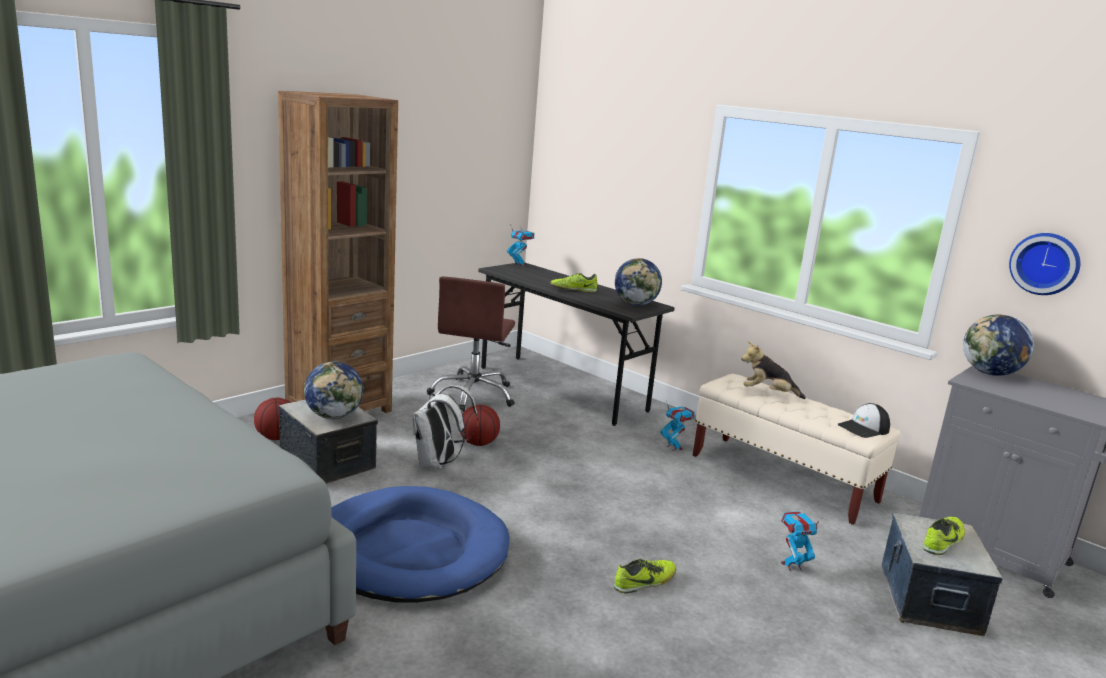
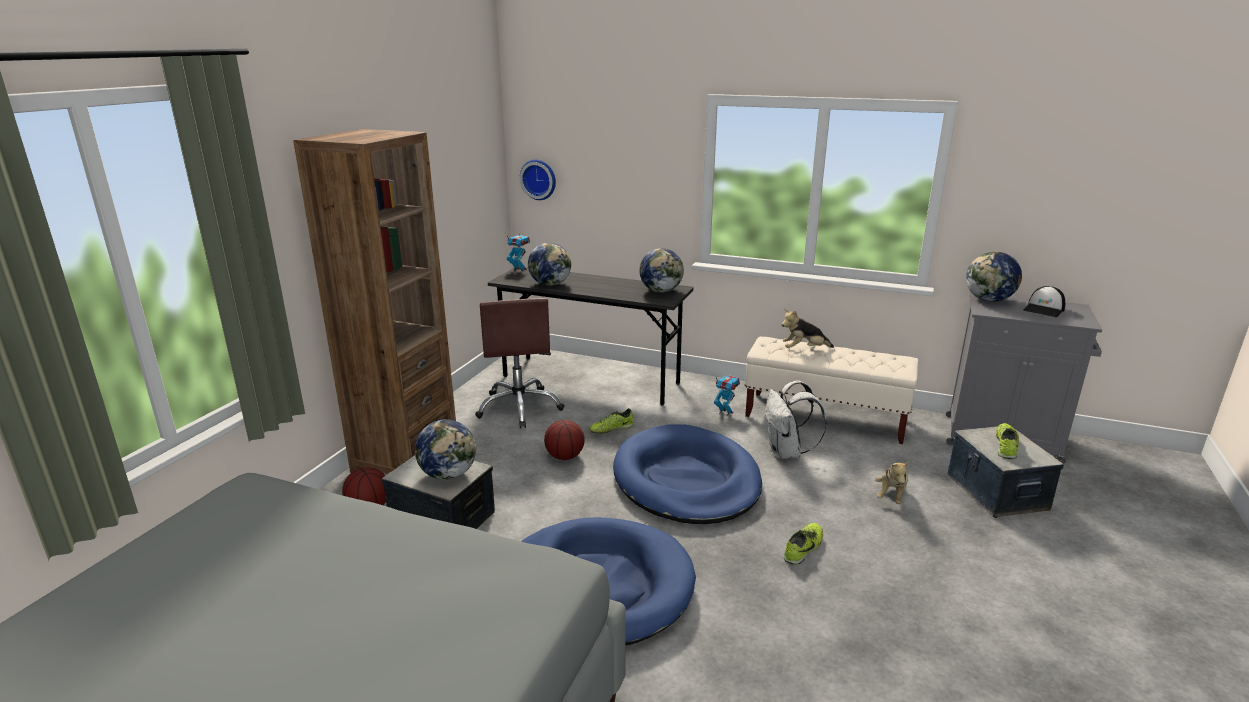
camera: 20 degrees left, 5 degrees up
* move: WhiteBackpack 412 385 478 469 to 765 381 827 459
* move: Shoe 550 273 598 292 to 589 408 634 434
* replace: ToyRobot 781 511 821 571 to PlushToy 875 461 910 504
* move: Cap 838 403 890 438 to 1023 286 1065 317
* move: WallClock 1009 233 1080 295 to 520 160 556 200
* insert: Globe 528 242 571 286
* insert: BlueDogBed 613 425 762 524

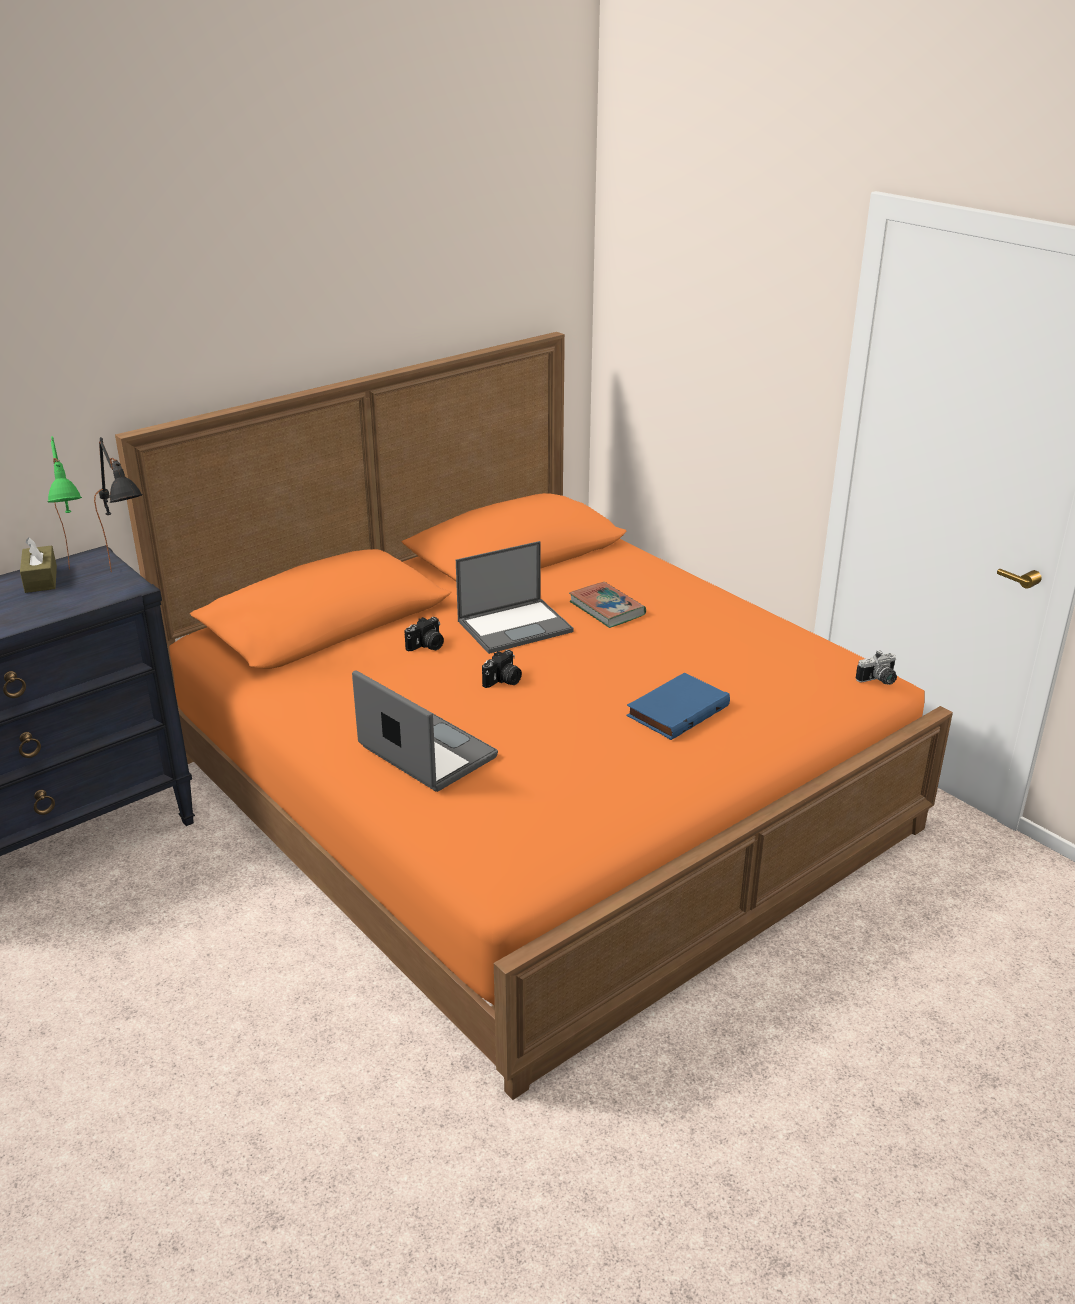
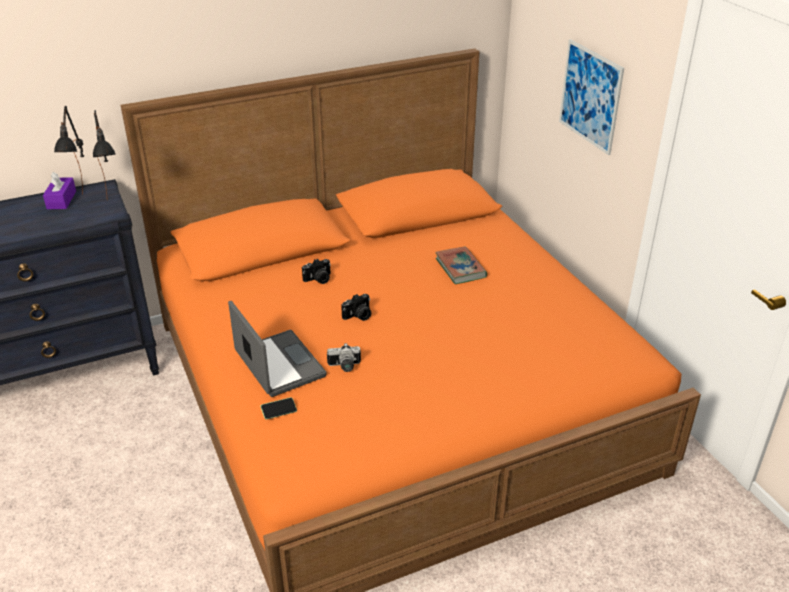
camera: 15 degrees right, 5 degrees up
* recolor: BrownTissueBox 20 537 57 593 to PurpleTissueBox 43 172 76 209
* recolor: GreenTableLamp 48 436 82 570 to BlackTableLamp 54 106 84 195
* delete: Laptop 456 541 574 654
* delete: BlueBook 627 672 730 740
* move: PhotoCamera 856 650 897 685 to 327 343 361 372
* insert: Phone 260 397 297 419
* insert: Picture 559 39 624 155

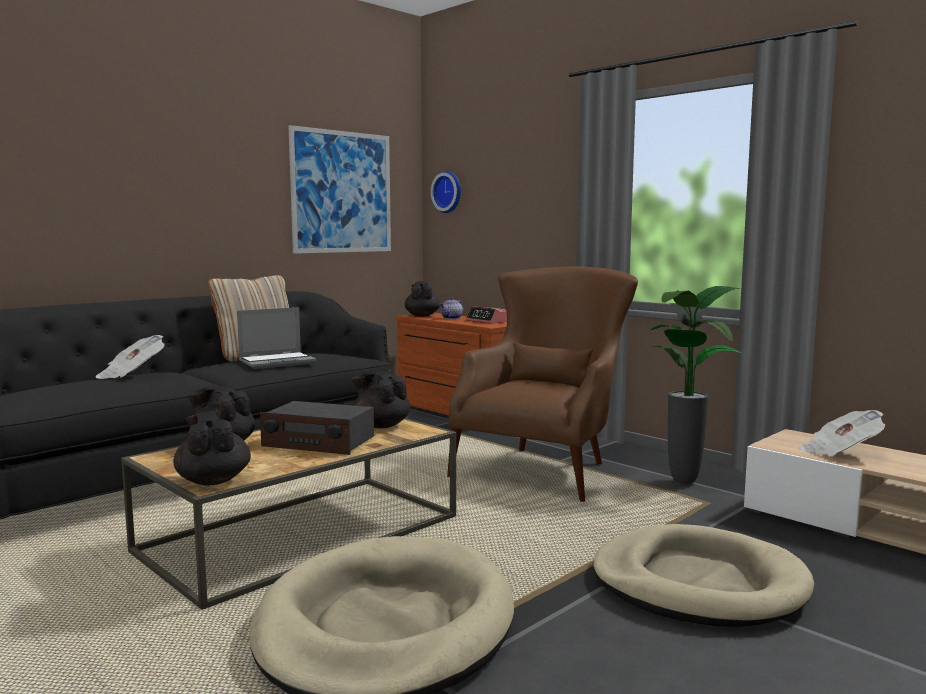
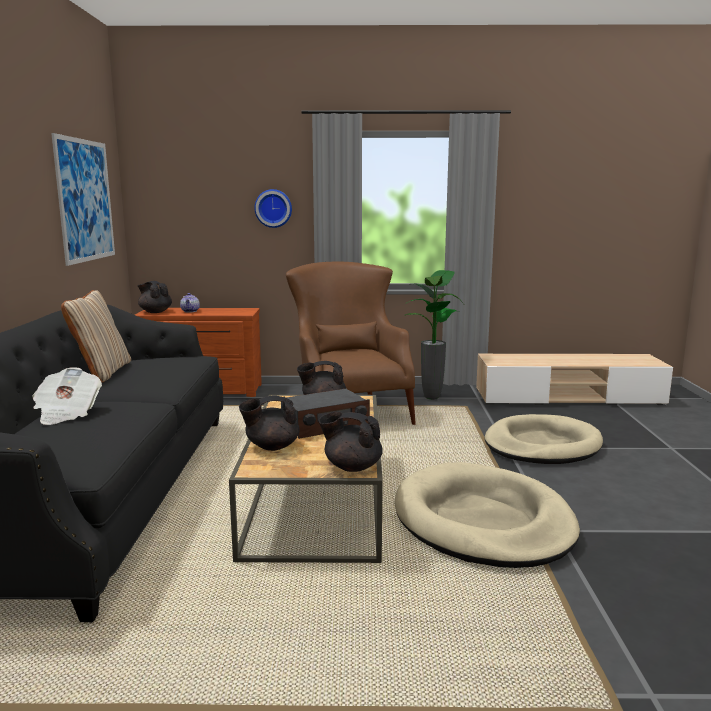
camera: 45 degrees left, 5 degrees up
* delete: Laptop 237 307 317 369
* move: WallClock 431 171 461 213 to 254 189 292 228
* delete: AlarmClock 466 306 507 324
* delete: Newspaper 800 410 885 456

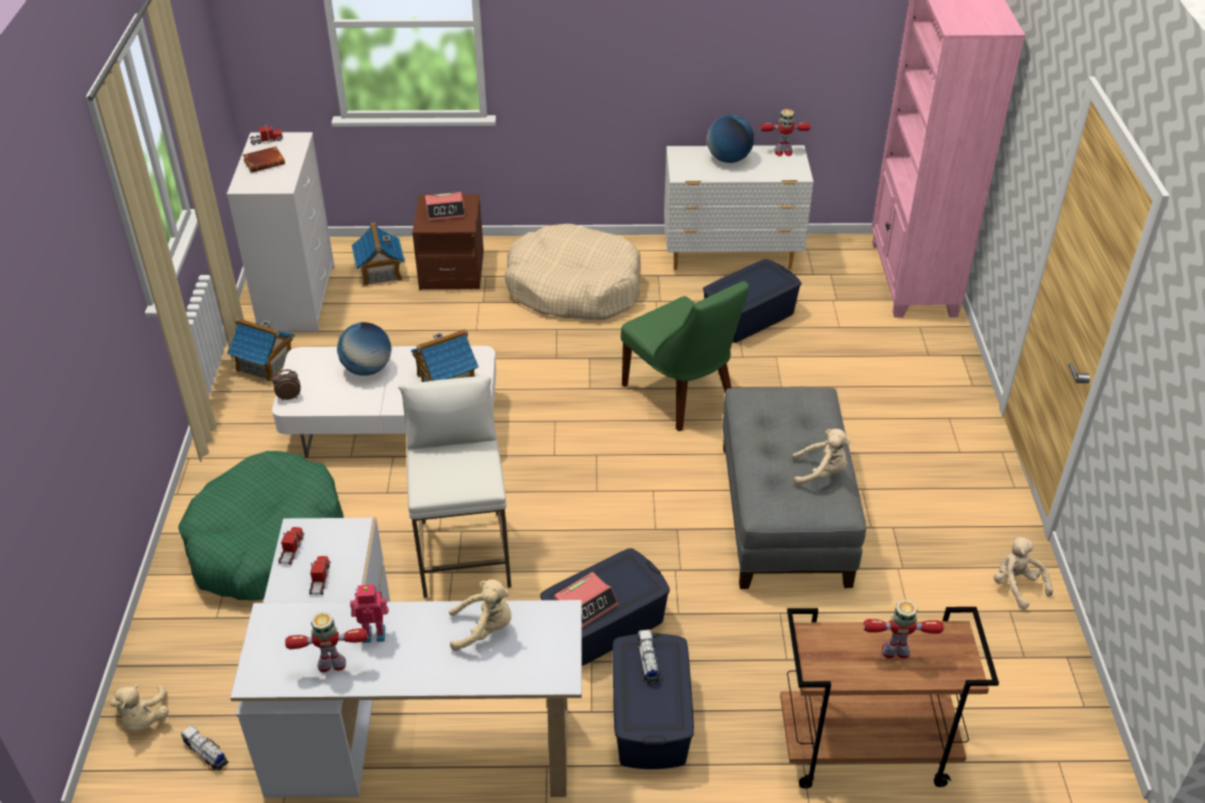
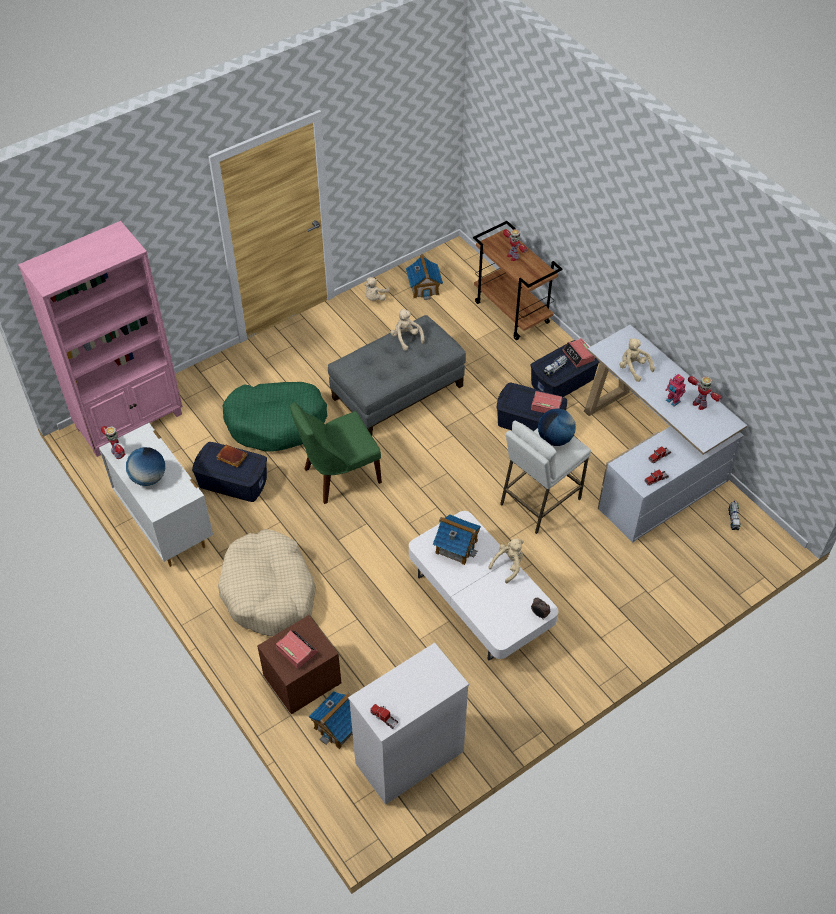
camera: 125 degrees left, 10 degrees up
* move: BeigePlushToy 110 684 169 732 to 489 539 524 583
* move: GreenDogBed 178 451 344 600 to 222 382 328 452
* move: ToyHouse 227 318 295 382 to 406 255 443 300
* move: BrownBook 243 146 285 173 to 216 445 247 468
* move: Globe 337 322 391 376 to 538 409 576 446
* rotate: GreenChair 621 281 749 431 = 290 402 382 504 135 degrees counterclockwise
* insert: AlarmClock 562 338 595 367

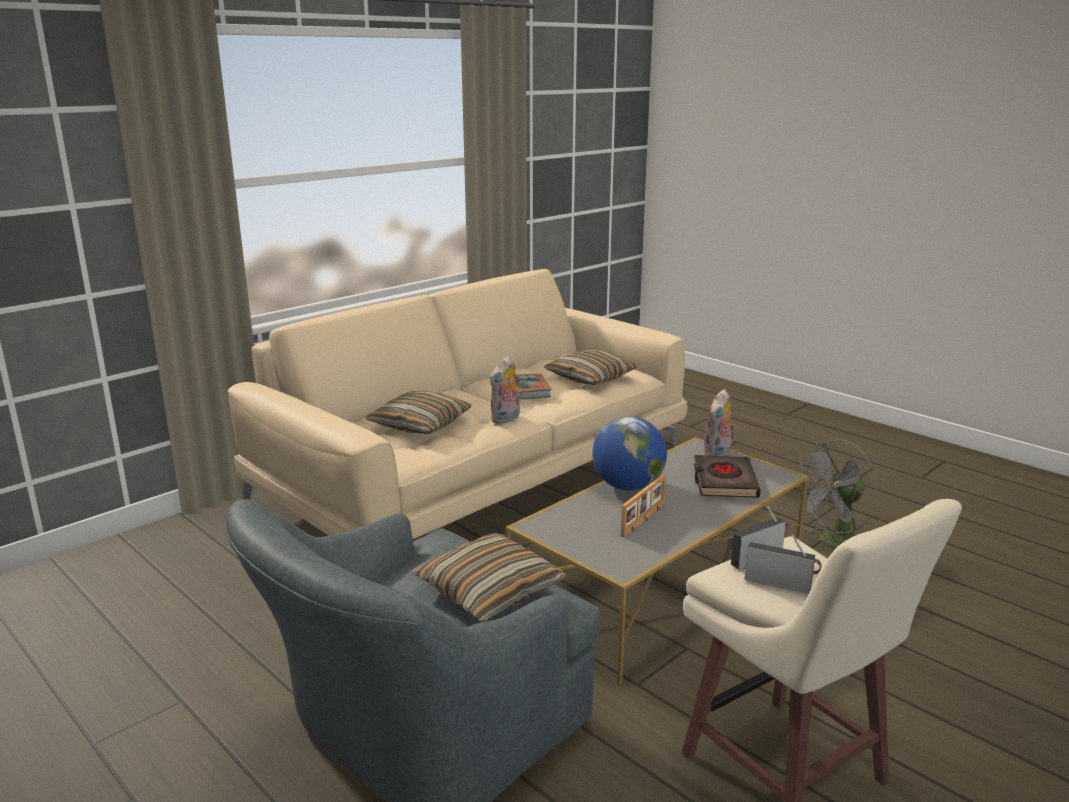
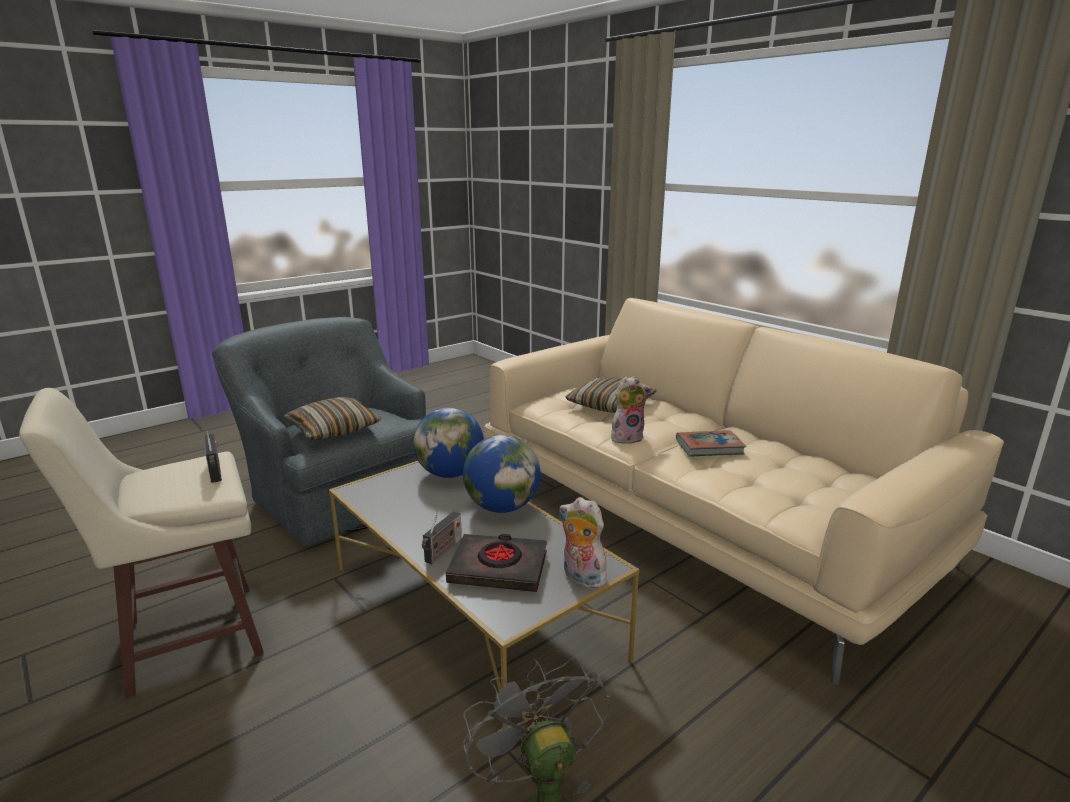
camera: 95 degrees right, 0 degrees up
* rotate: PlushToy 490 356 520 424 = 611 376 651 445 120 degrees clockwise
* delete: Pillow 544 349 638 385
* delete: PictureFrame 621 474 666 537
* move: Radio 745 534 822 594 to 422 511 462 564
* insert: Globe 413 408 484 478

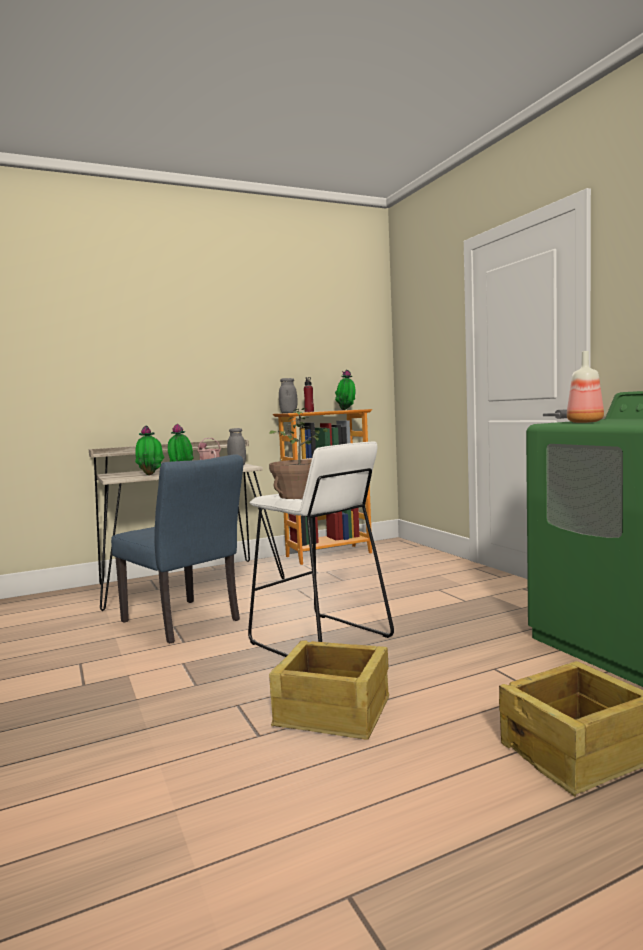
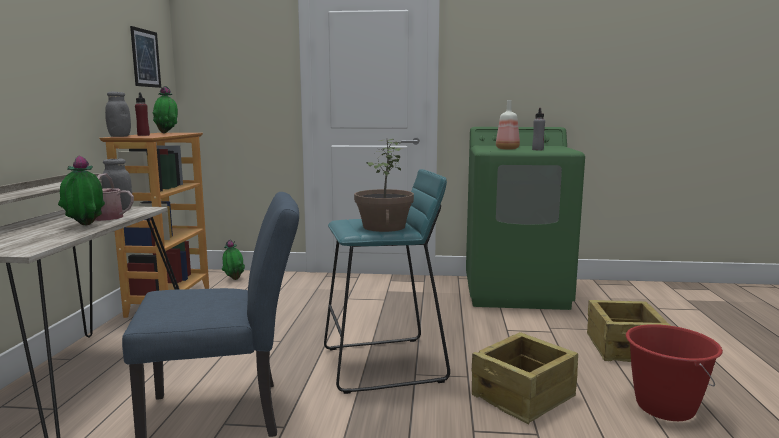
camera: 60 degrees left, 5 degrees up
* move: PottedPlant 135 426 165 475 to 222 240 245 280
* recolor: WhiteStool 248 442 394 657 to TurquoiseStool 324 169 450 394
* insert: Picture 130 26 161 88
* insert: GreyBottle 532 108 545 150
* insert: RedBucket 626 324 723 421

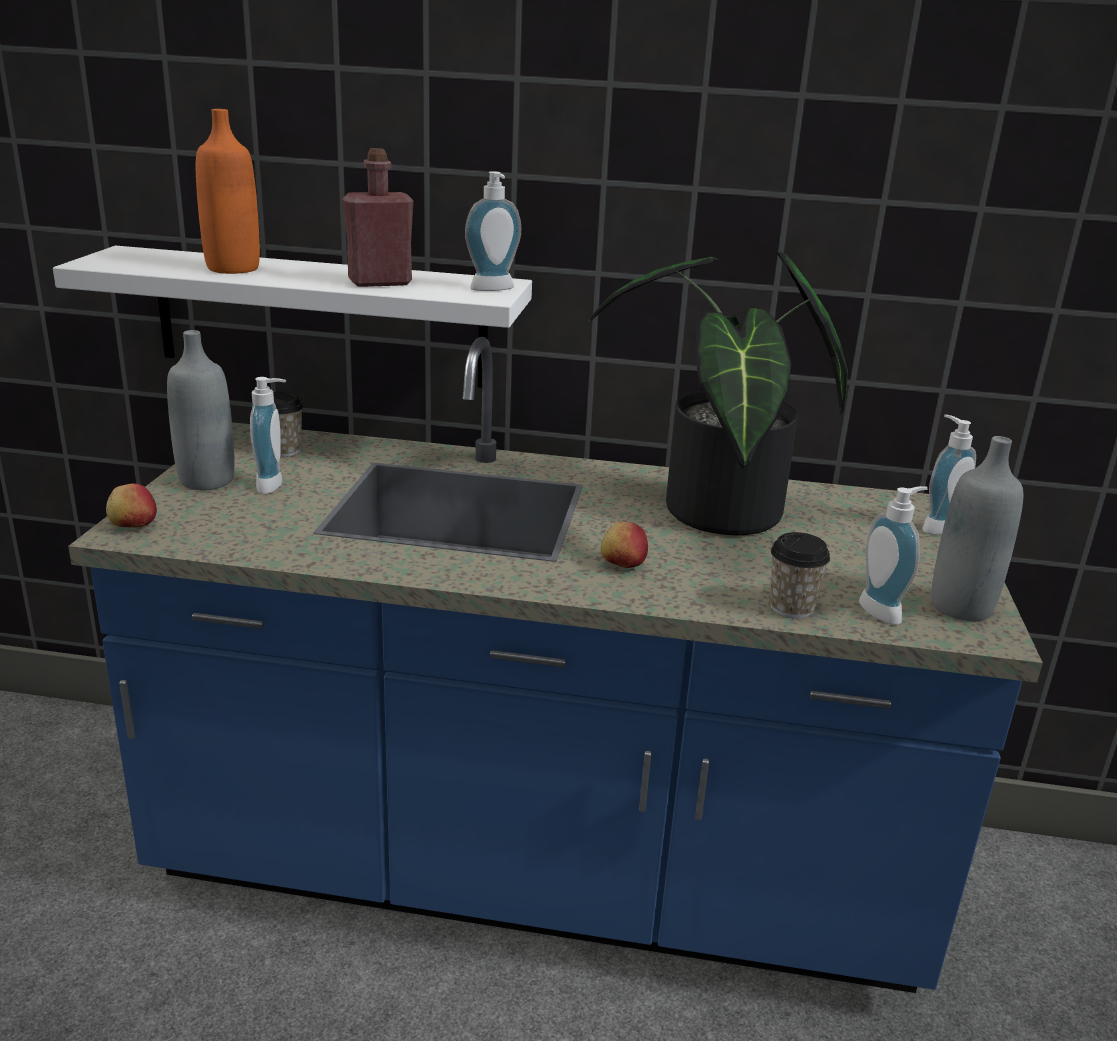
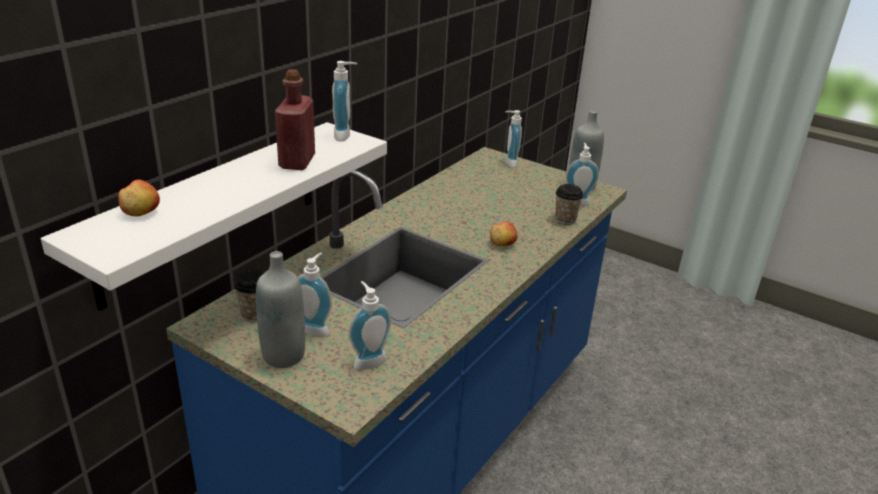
camera: 65 degrees left, 5 degrees up
* move: Apple 106 484 157 527 to 118 180 160 216
* delete: OrangeBottle 196 109 260 274
* delete: PottedPlant 589 252 848 535
* insert: SoapDispenser 349 281 391 370

